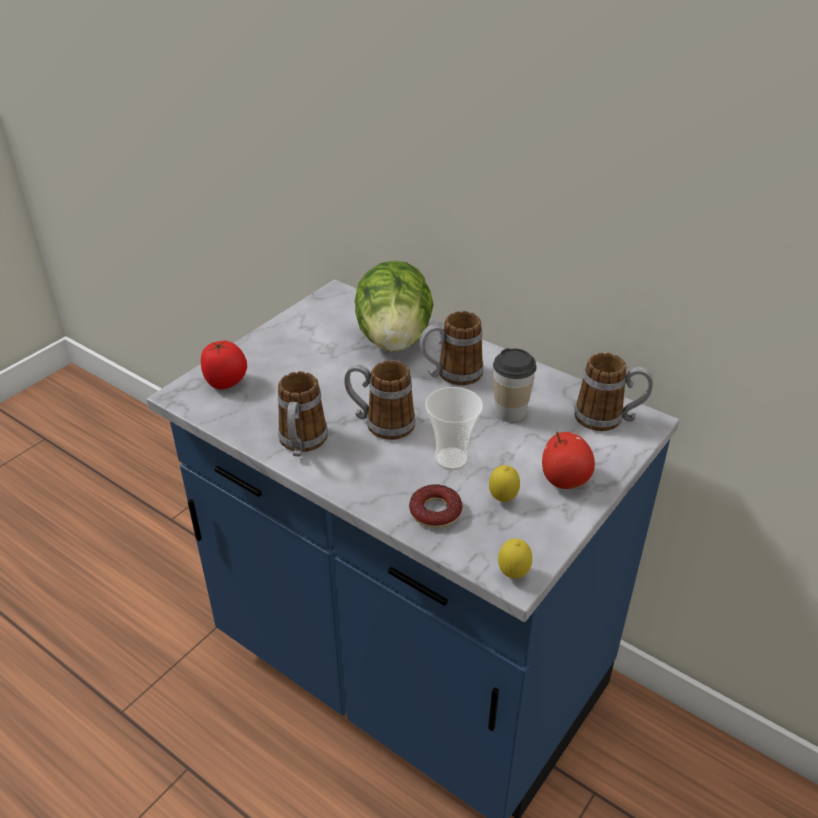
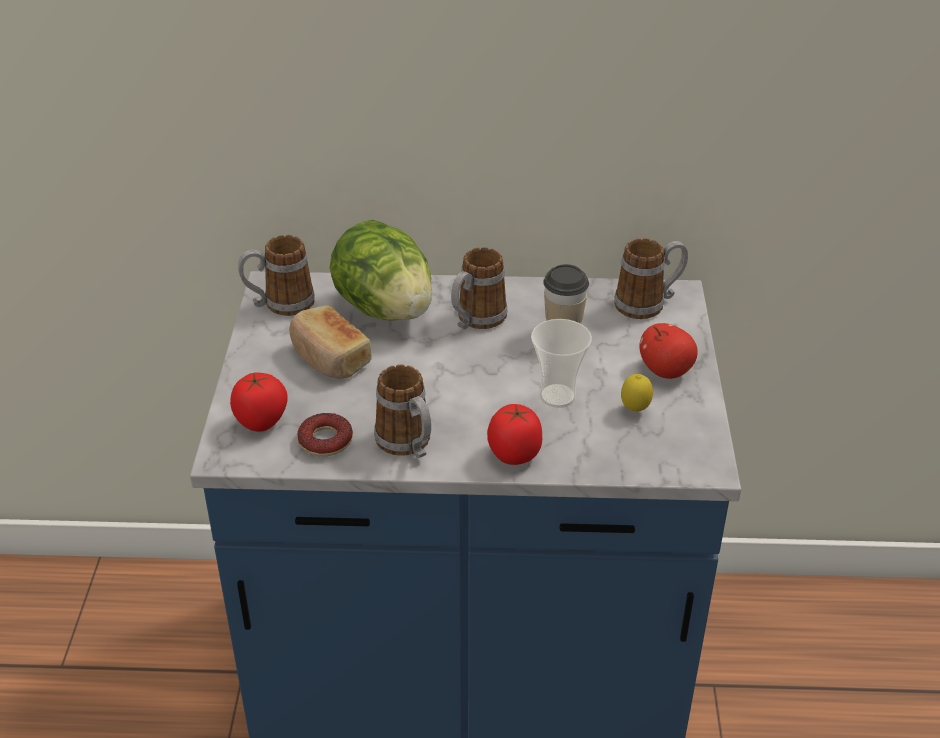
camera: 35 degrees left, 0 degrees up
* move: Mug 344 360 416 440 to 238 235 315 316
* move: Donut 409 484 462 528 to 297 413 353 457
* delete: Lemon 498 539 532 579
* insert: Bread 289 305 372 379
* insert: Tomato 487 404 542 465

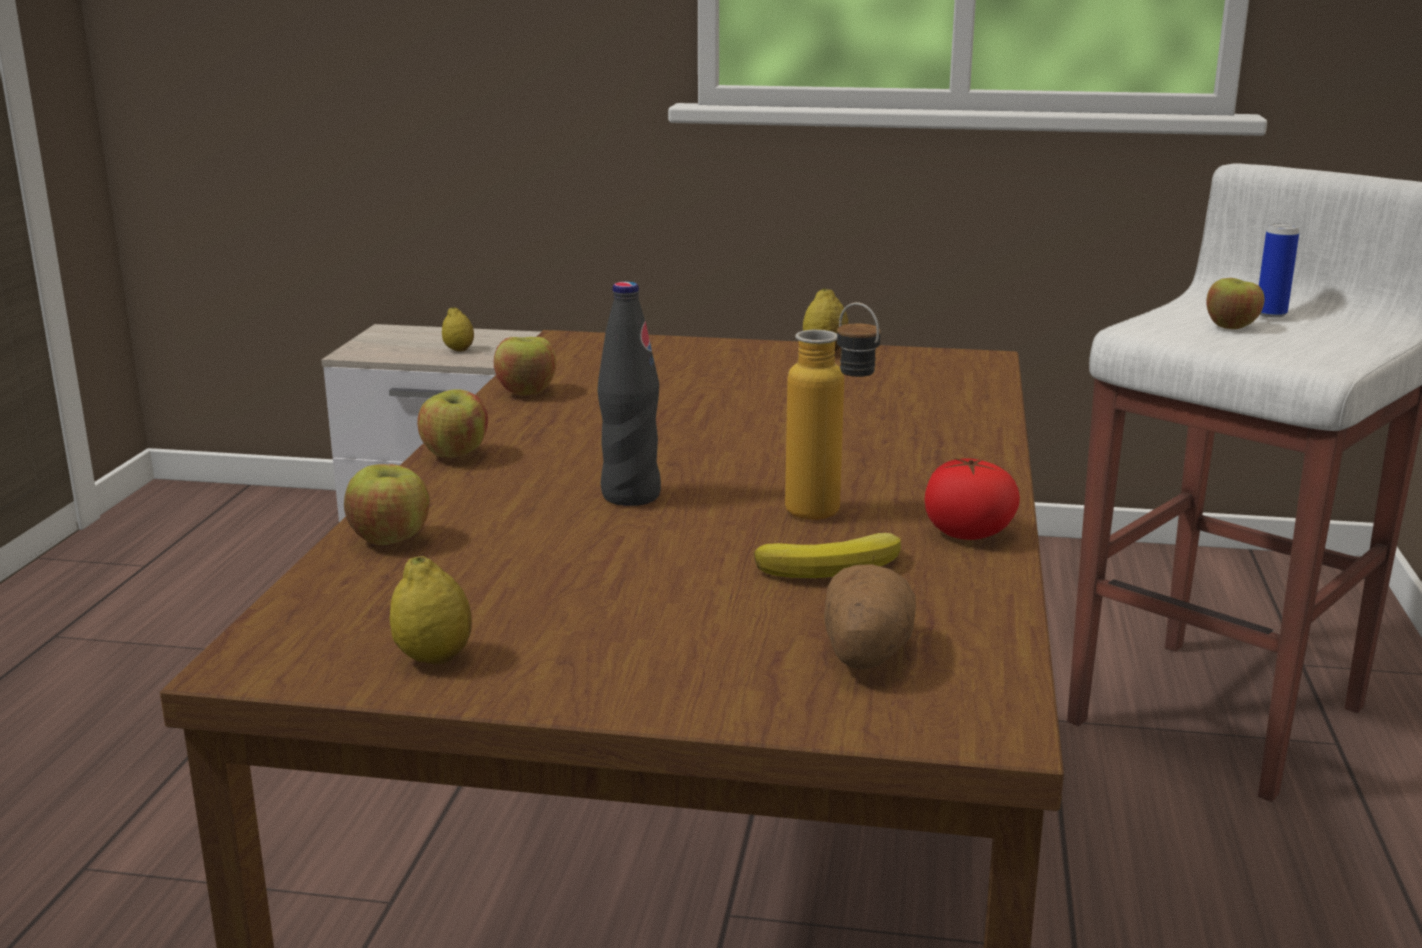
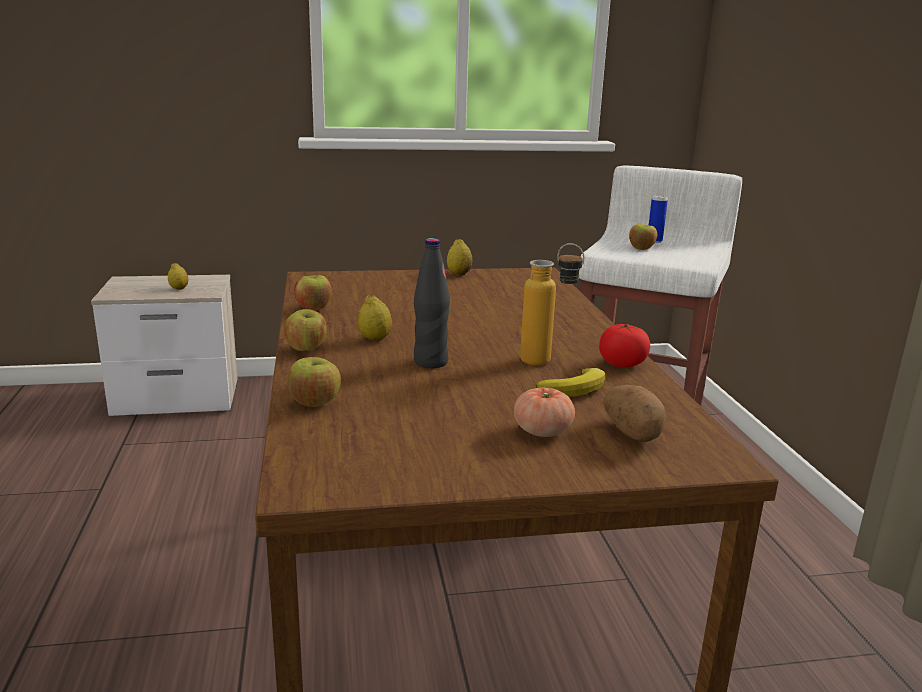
camera: 20 degrees left, 0 degrees up
* move: Lemon 390 556 472 664 to 358 295 392 341
* insert: Tomato 514 387 575 437

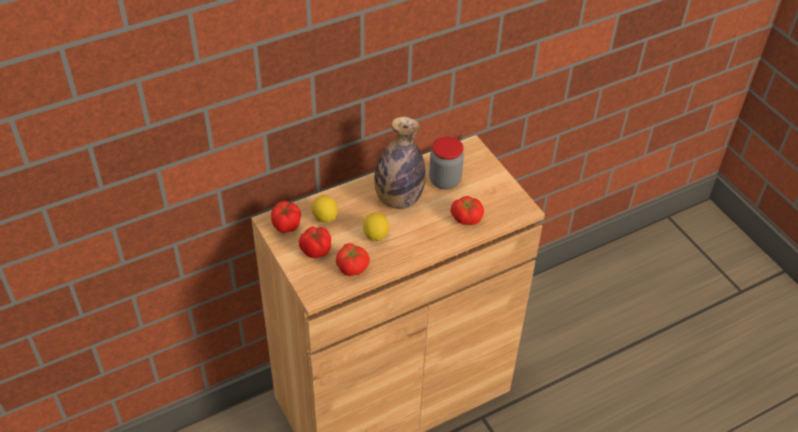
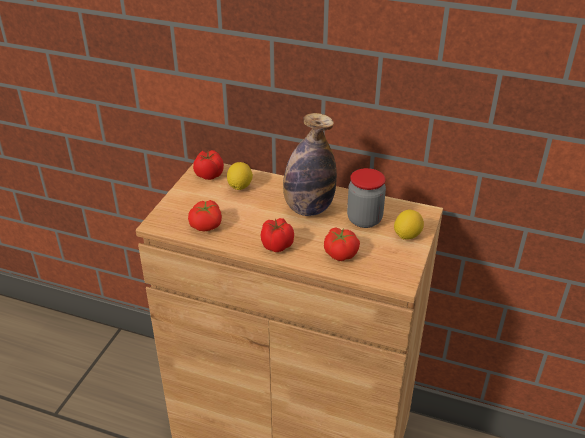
camera: 50 degrees right, 10 degrees down
* move: Tomato 299 226 331 258 to 261 218 294 252
* move: Lemon 363 213 389 241 to 394 210 424 239

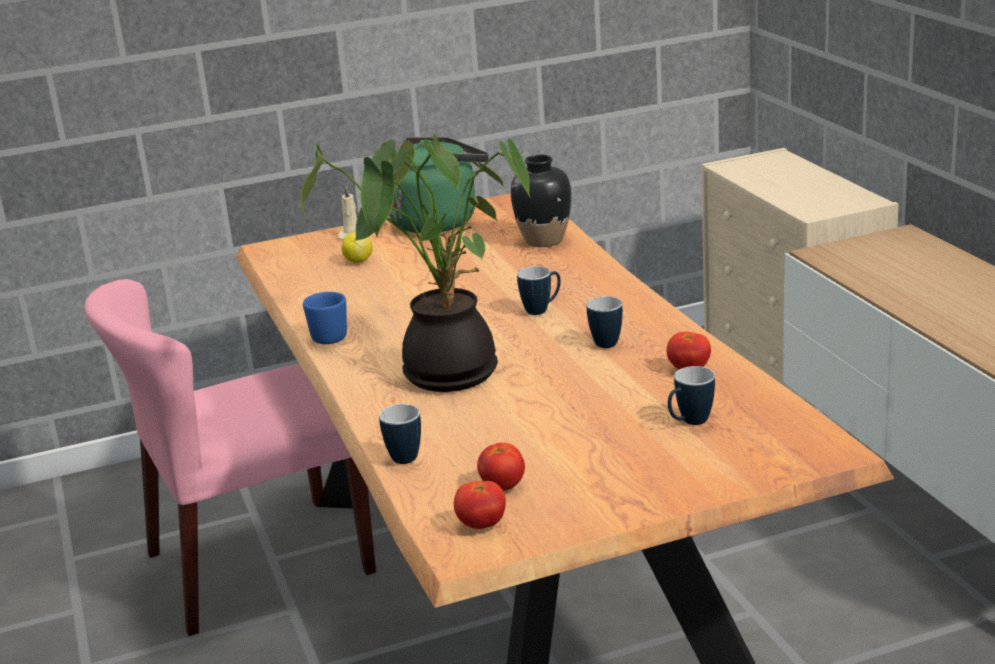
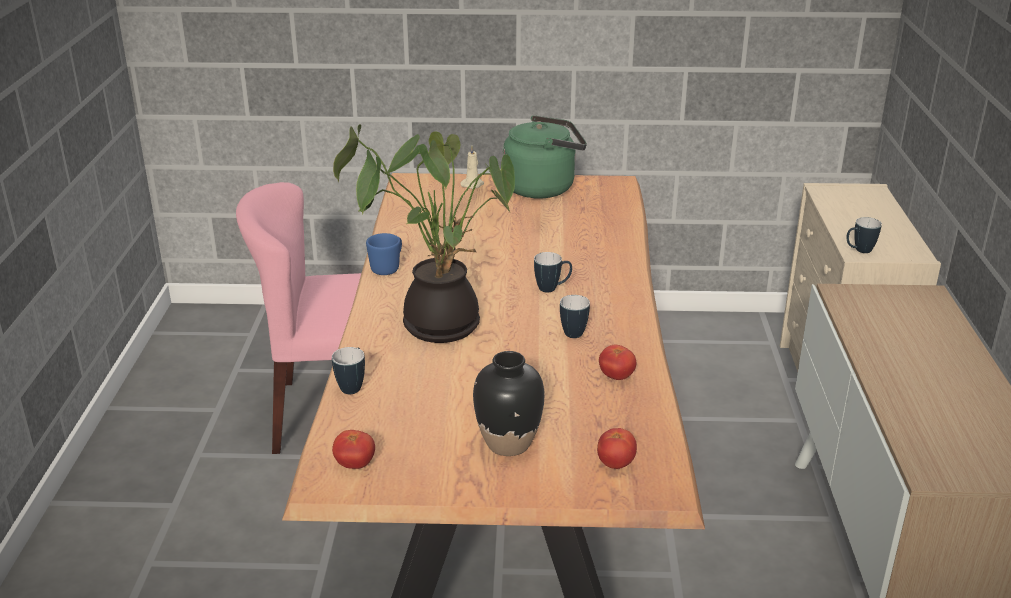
camera: 20 degrees right, 5 degrees up
* delete: Lemon 341 232 373 263
* move: Tomato 477 443 525 491 to 597 428 637 469
* move: BlackVase 511 155 571 247 to 473 351 545 456
* move: Mug 668 366 715 425 to 846 217 882 253

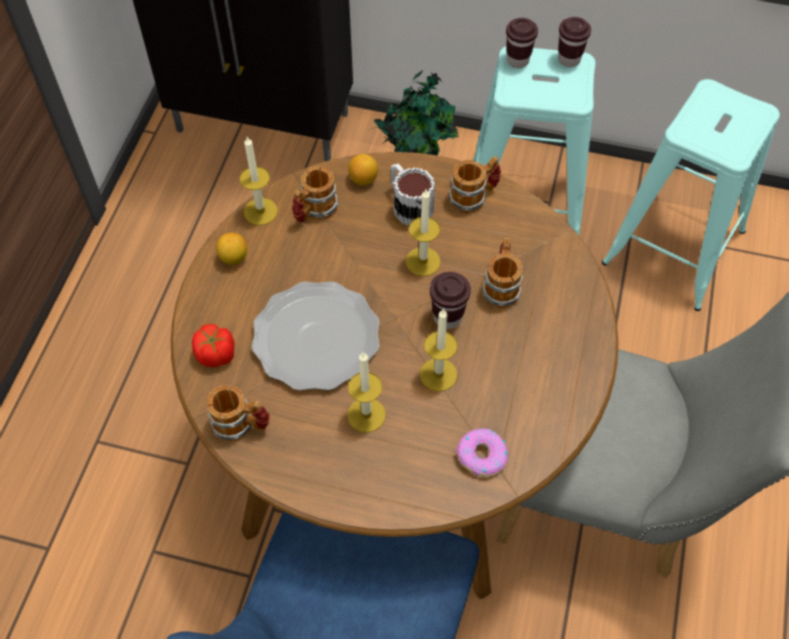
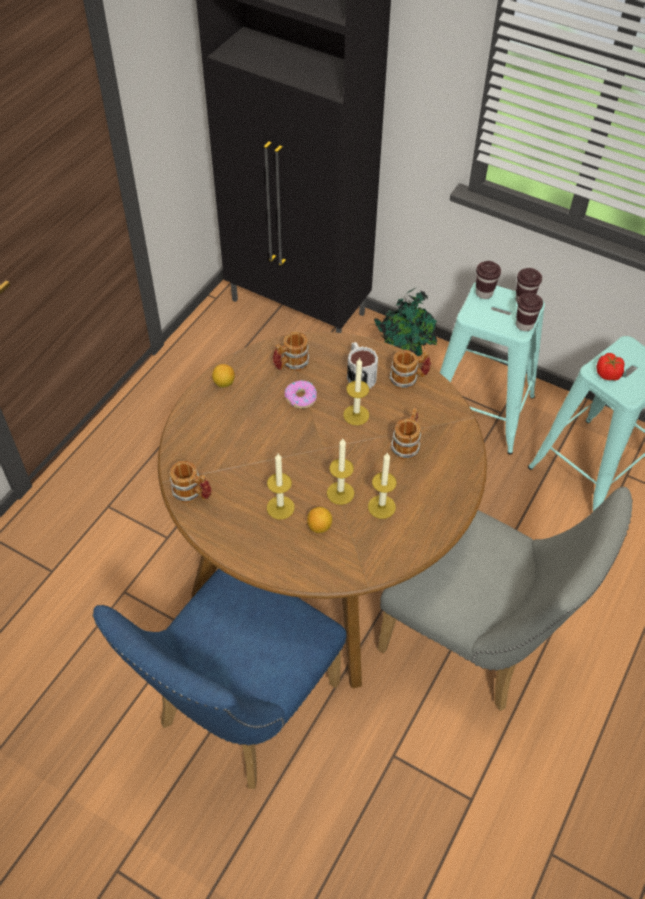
camera: 15 degrees right, 5 degrees down
* move: Tomato 192 324 235 367 to 596 353 625 380
* move: Candle 239 137 278 225 to 368 452 397 519
* delete: Plate 252 281 380 391
* move: Lemon 348 154 378 186 to 307 507 332 533
* move: BrownCup 430 272 471 329 to 516 293 543 331
* move: Donut 456 428 508 477 to 284 380 317 409

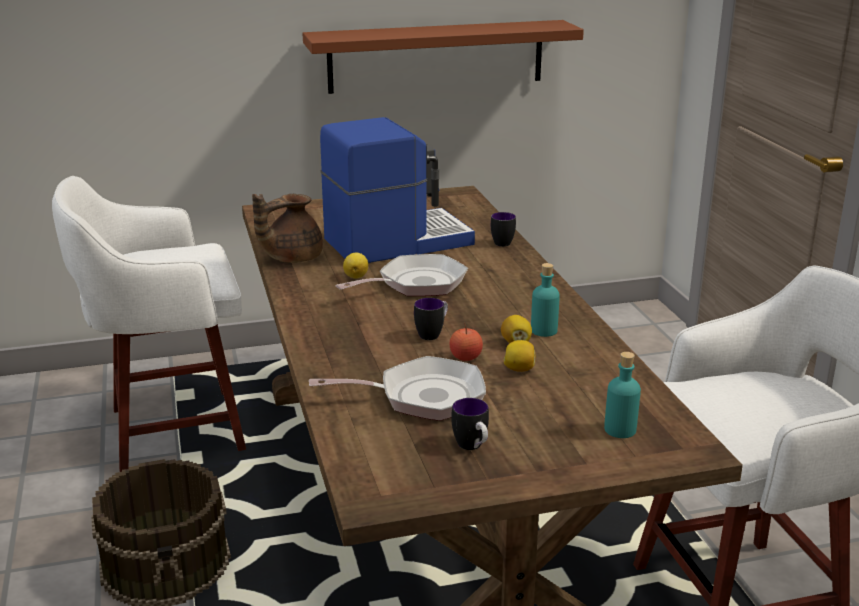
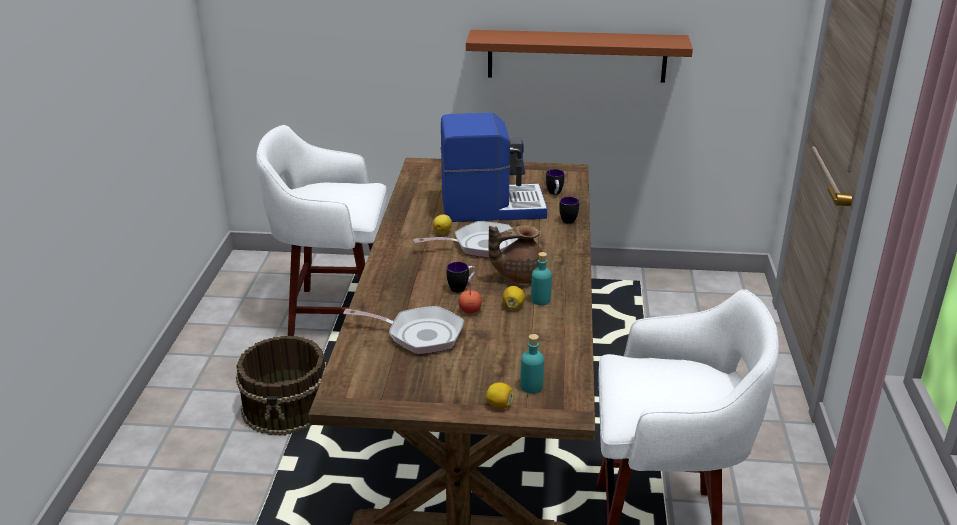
camera: 20 degrees right, 5 degrees up
* move: BrownTeapot 252 194 323 263 to 488 225 543 284
* move: Mug 451 398 489 450 to 546 169 565 195
* move: Lemon 503 340 535 372 to 486 382 514 409

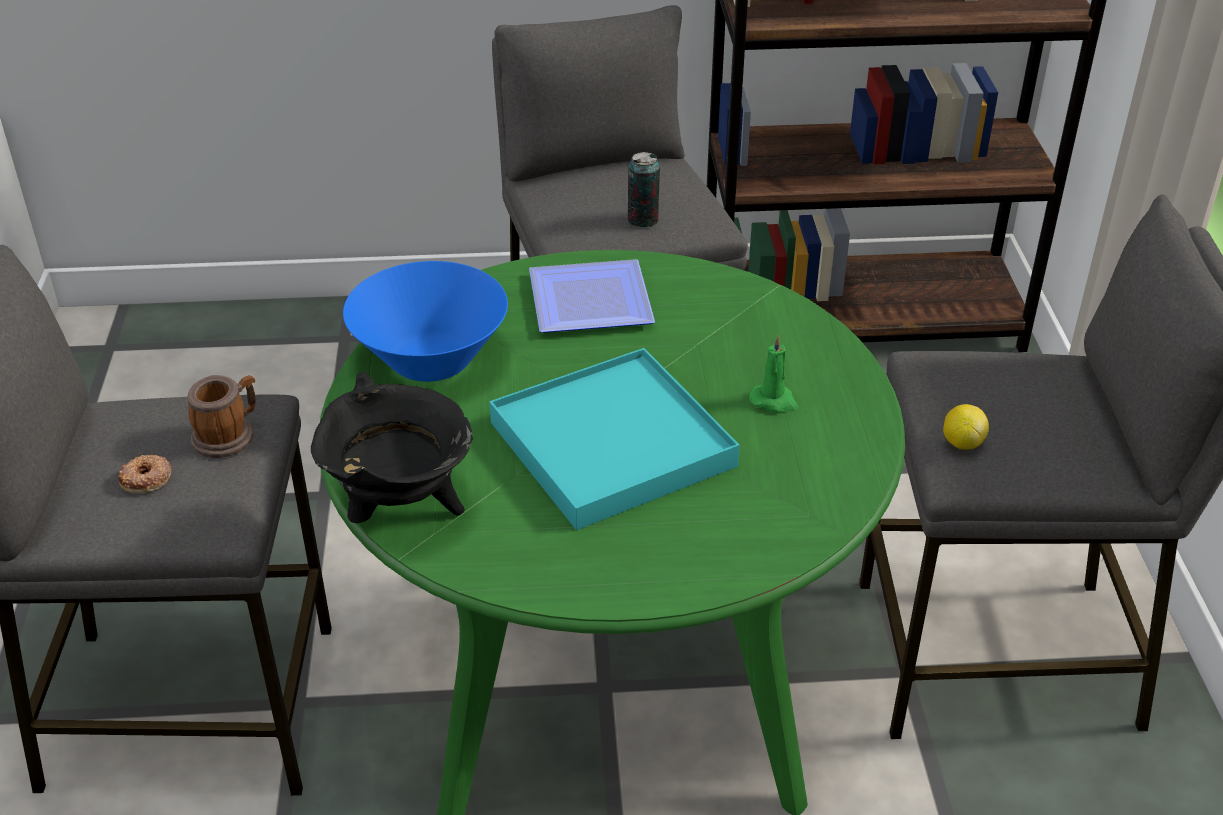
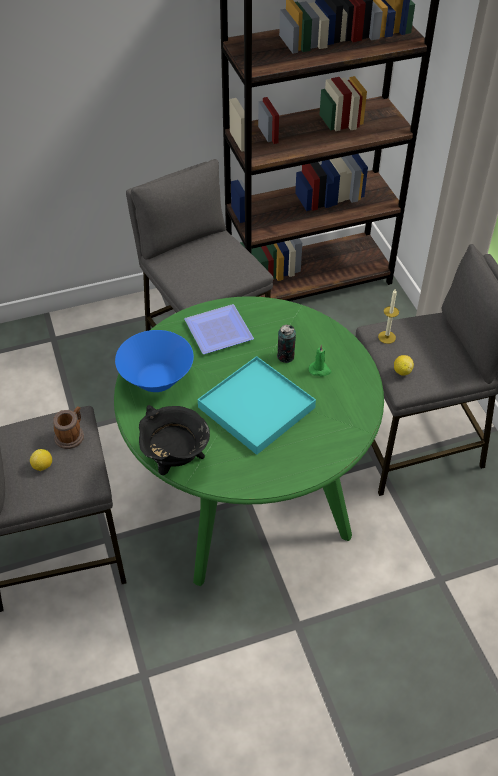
camera: 15 degrees left, 10 degrees up
* replace: Donut 118 455 171 493 to Lemon 30 449 52 471
* move: Can 627 152 660 228 to 277 325 296 363
* insert: Candle 378 288 399 344

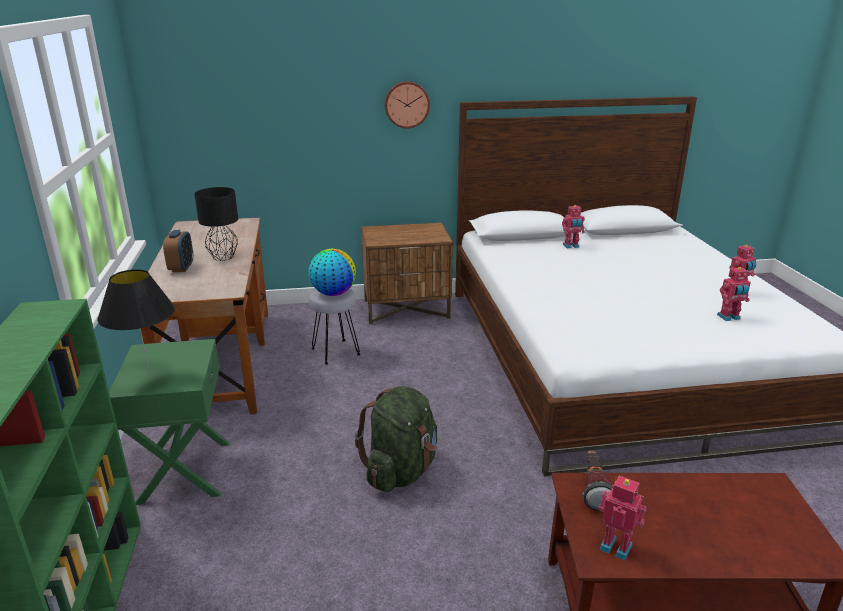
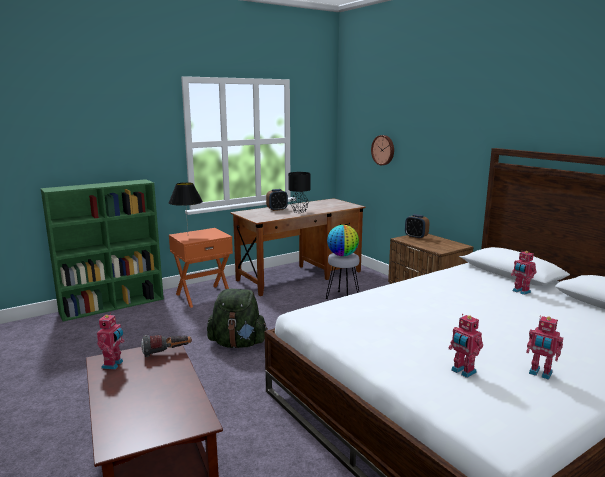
camera: 65 degrees right, 10 degrees down
* recolor: GreenNightstand 109 339 230 505 to OrangeNightstand 169 228 233 308
* move: WallClock 385 81 430 129 to 371 135 394 165
* insert: AlarmClock 405 214 429 239

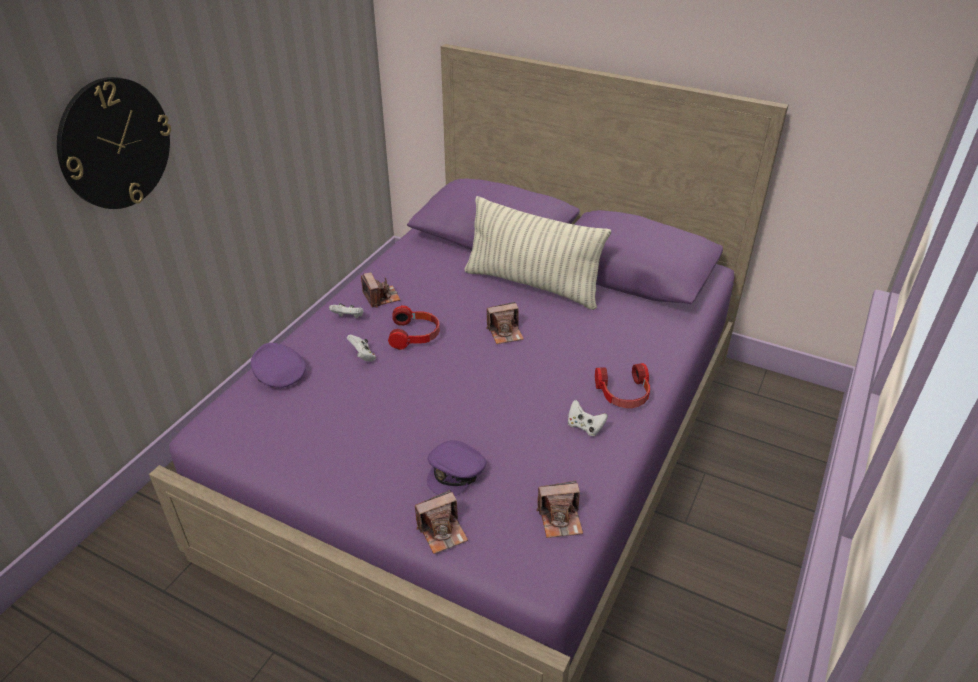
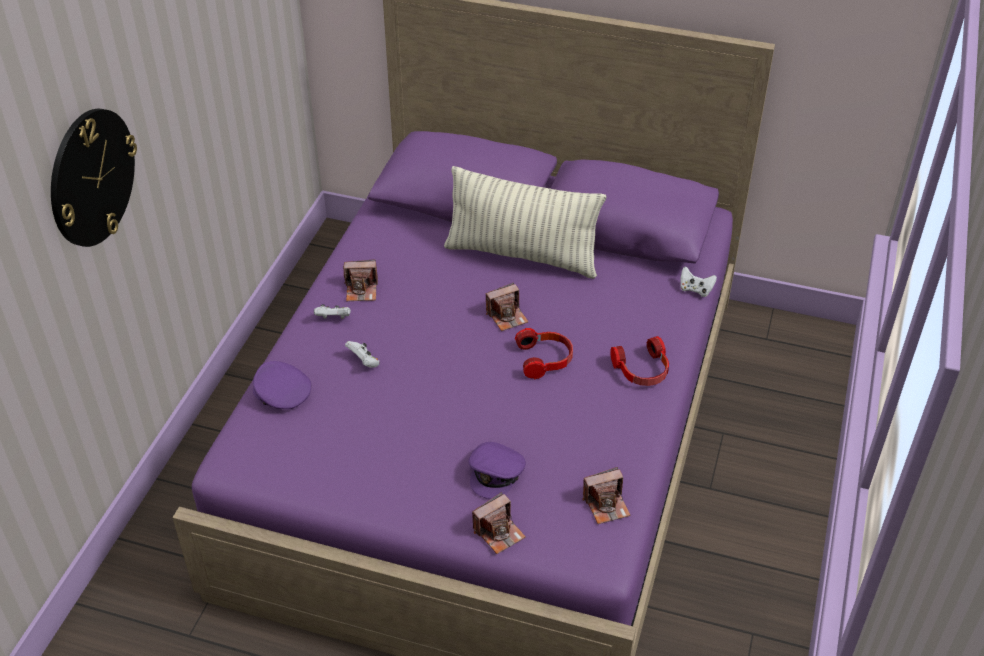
camera: 10 degrees left, 5 degrees up
* rotate: PhotoCamera 361 272 400 308 = 343 259 378 301 120 degrees clockwise
* move: Headphones 388 305 440 350 to 515 328 573 379
* move: WhiteGameController 568 400 608 436 to 680 266 717 297

